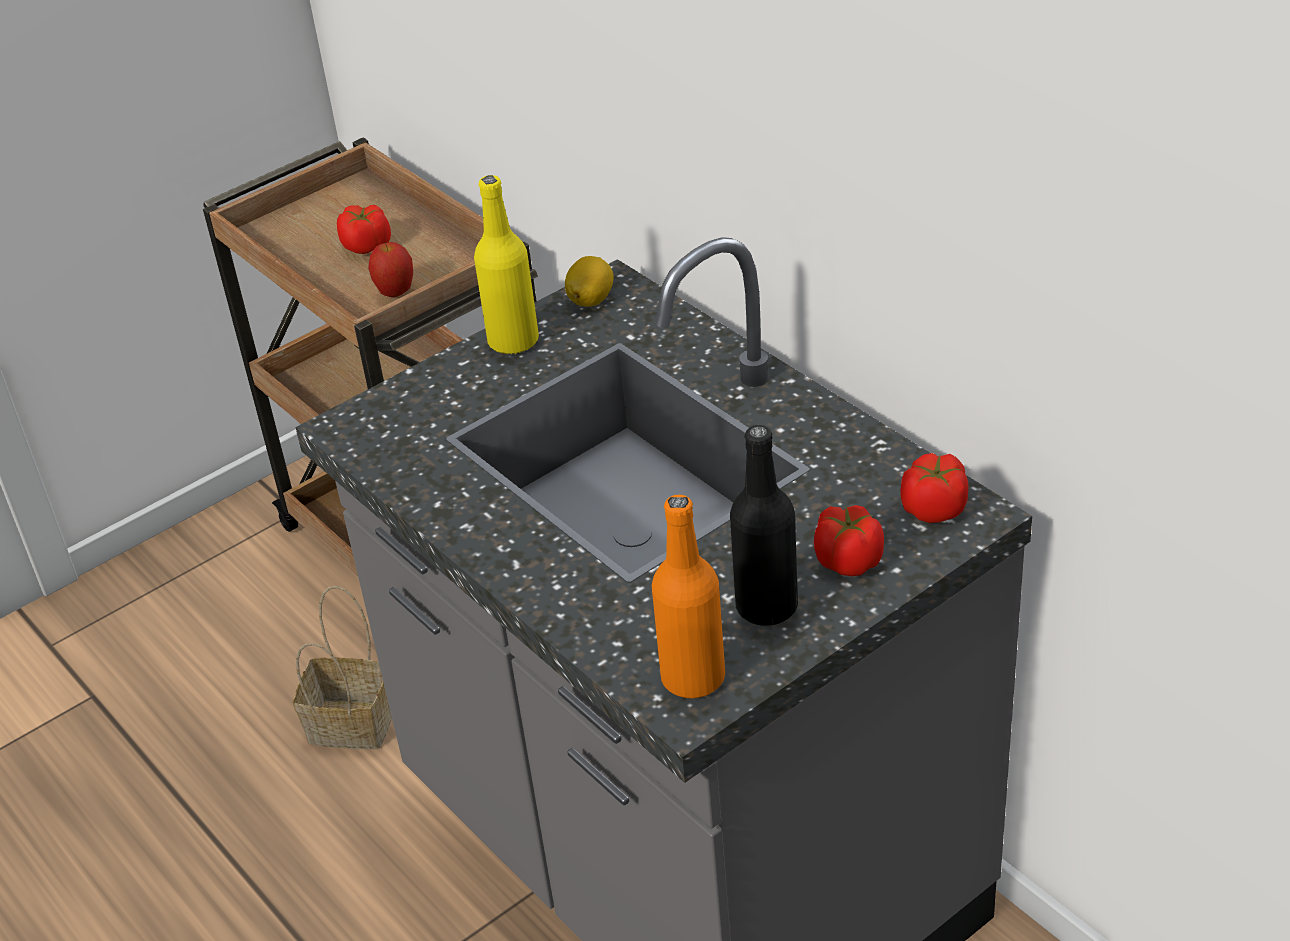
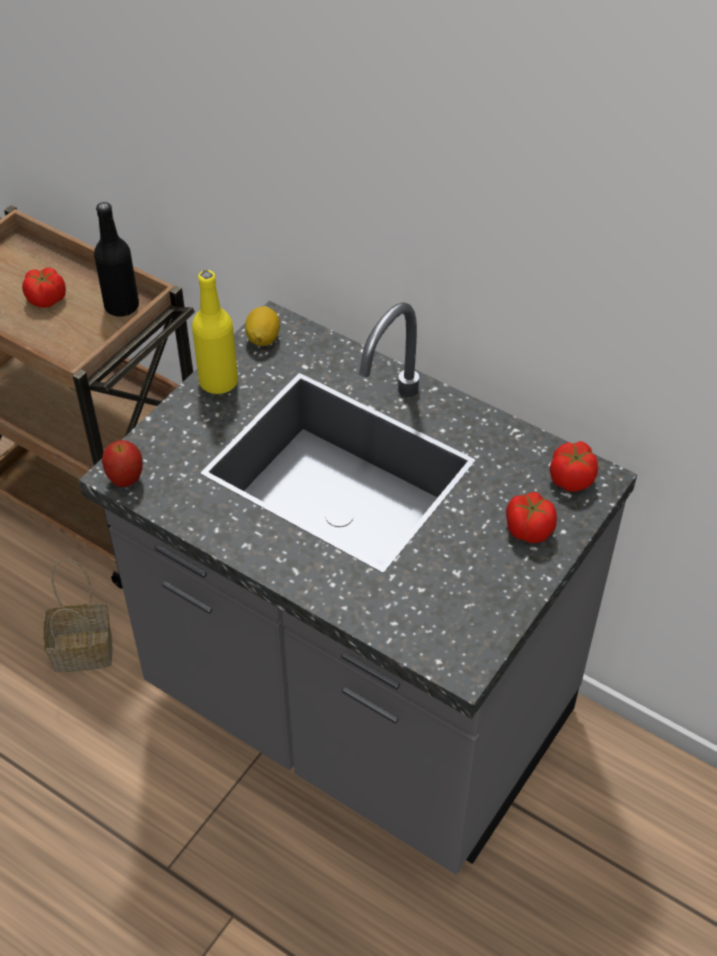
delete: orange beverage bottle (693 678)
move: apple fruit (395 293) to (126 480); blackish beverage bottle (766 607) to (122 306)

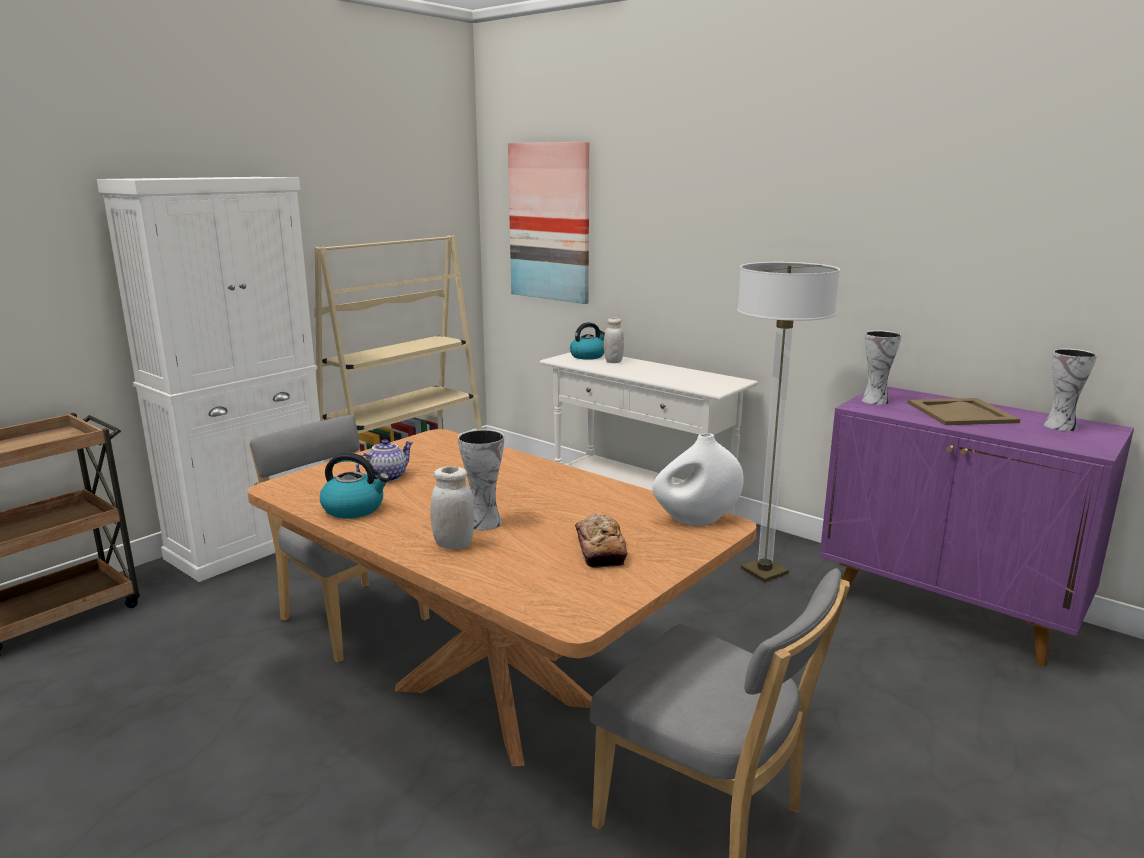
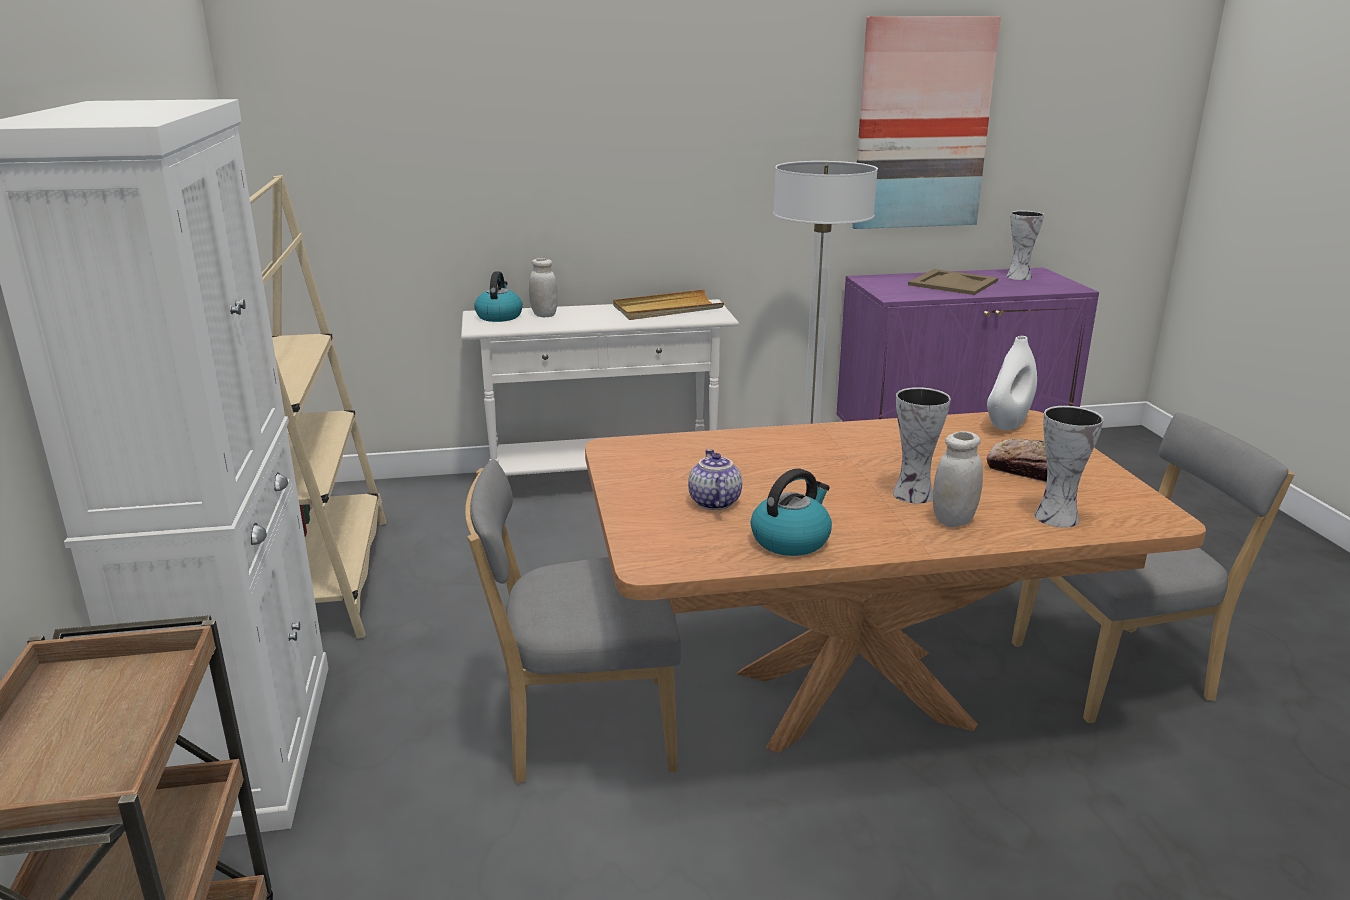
insert: beige-coloured serving tray (667 309)
move: wall picture (550 222) to (922 124); vase (874 400) to (1054 517)

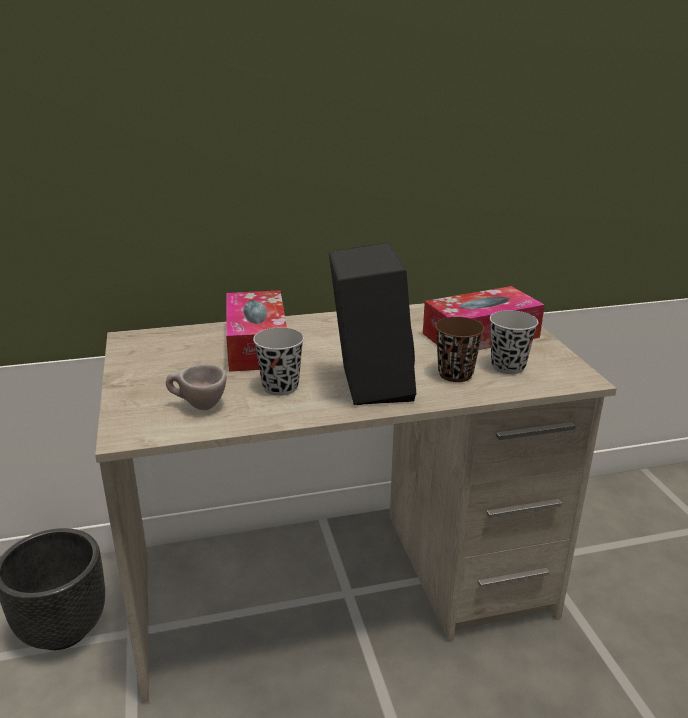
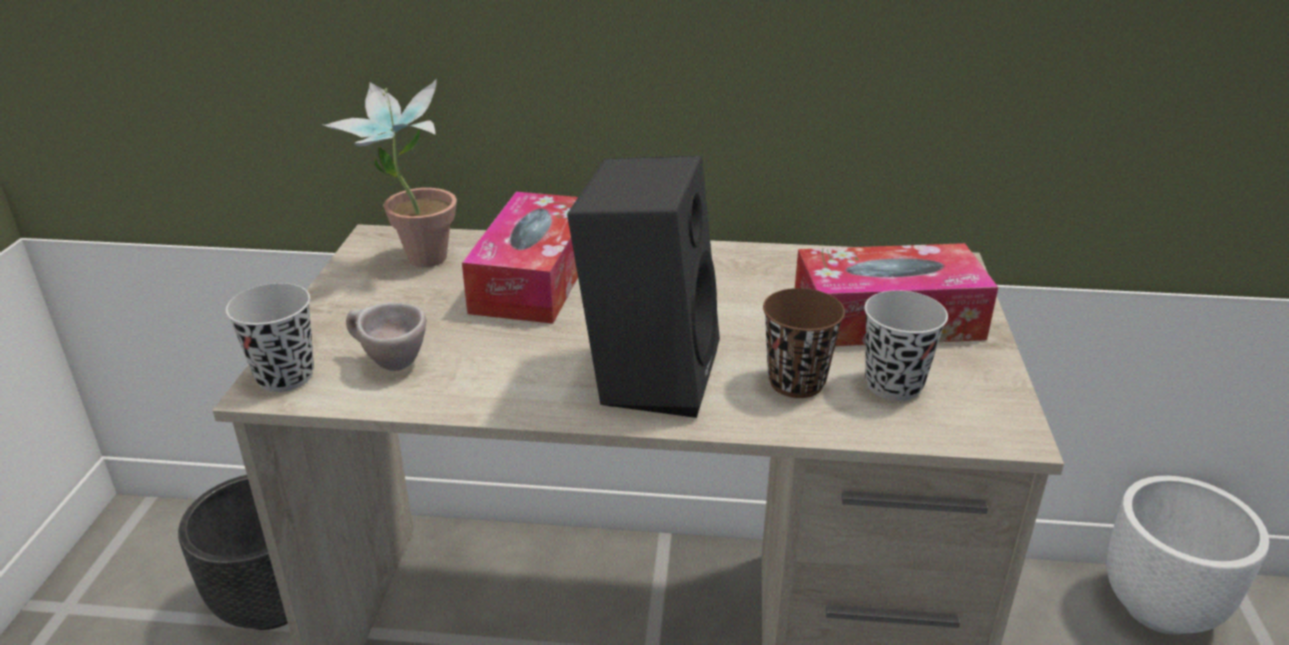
insert: potted plant (413 262); whitish planter (1160 610)
move: blackish small cup (280 387) to (285 376)

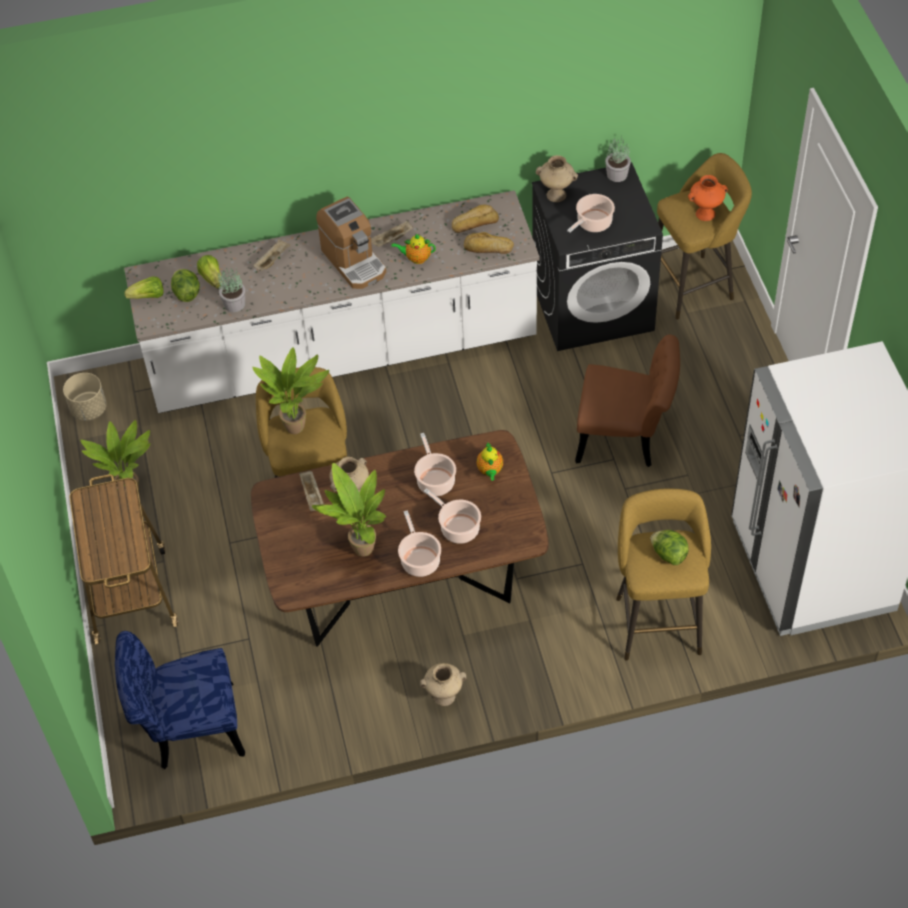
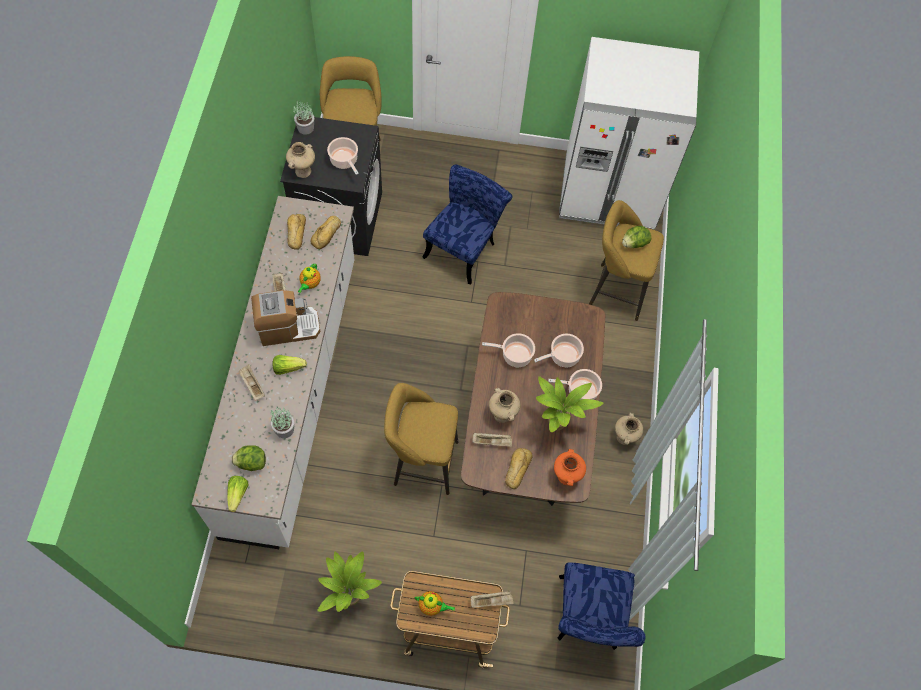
delete: potted plant (297 426); beige-coloured planter (88 409)
insert: baked bread (517 469); beige-coloured serving tray (491 601)
move: orange vase (705 213) to (566 476); head of lettuce (212 278) to (288 368); teapot (490 471) to (432 606)
recolor: brown-coloured upright chair (626 438) to bluish upright chair (464 247)

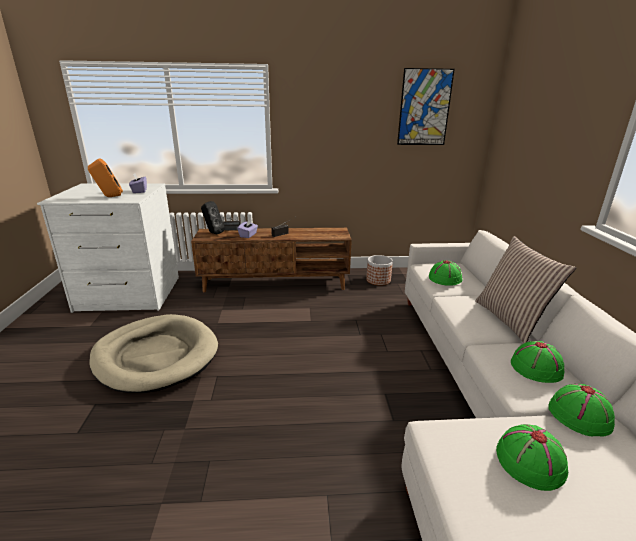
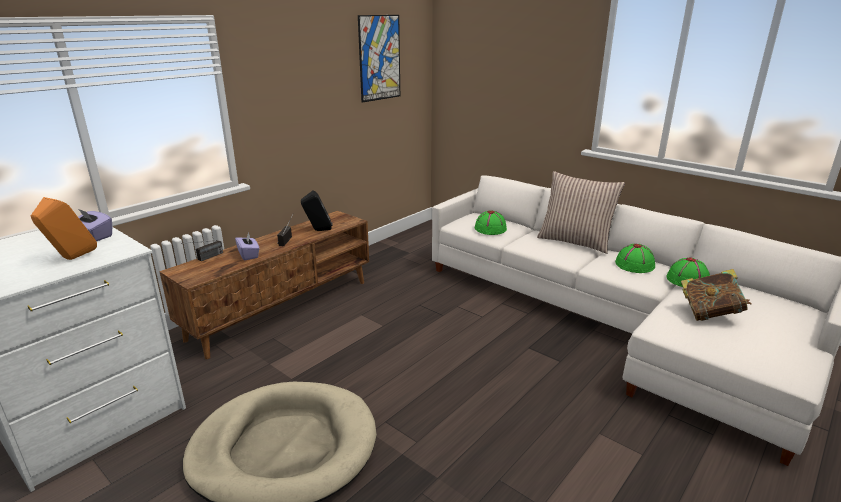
delete: planter (378 280)
move: blackish speaker (213 233) to (318 230)
replace: green clothing hat (529 461) to volume (709 314)

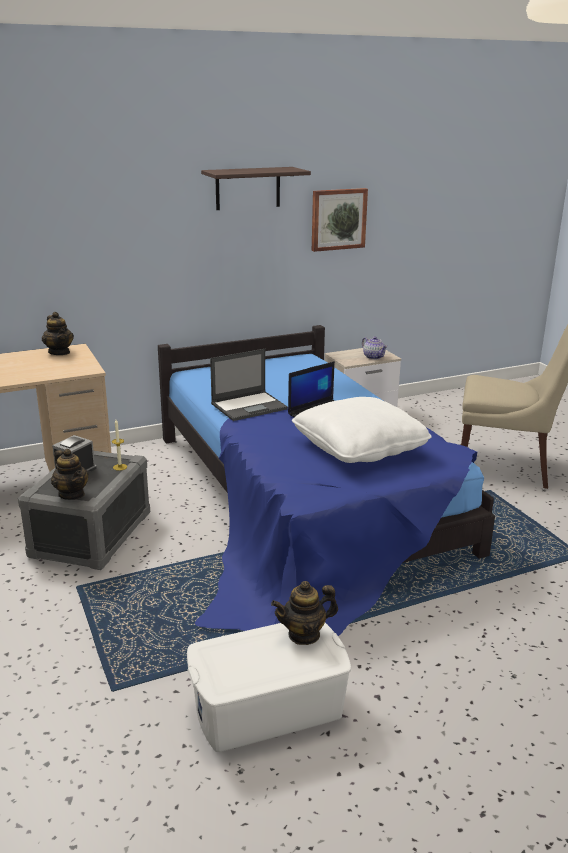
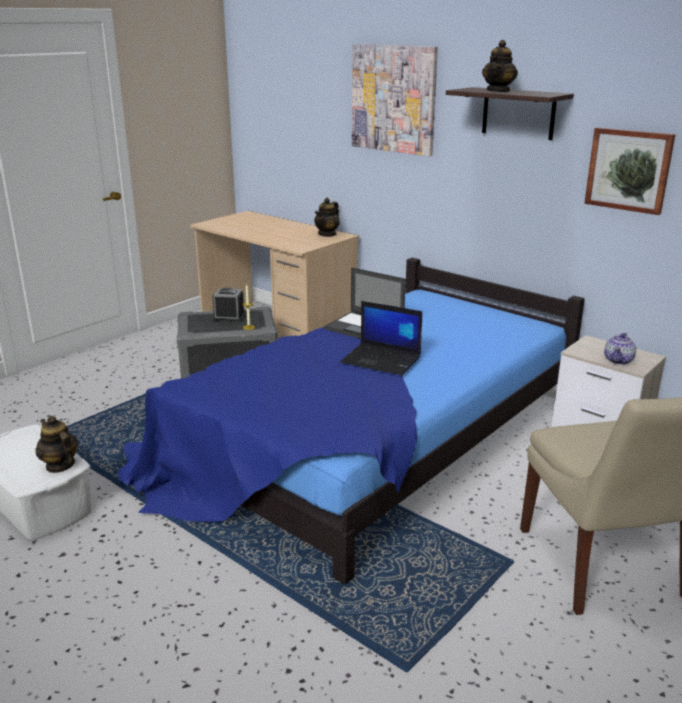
delete: whitish cushion (359 448)
insert: wall picture (393 99)
move: teapot (72 494) to (498 91)

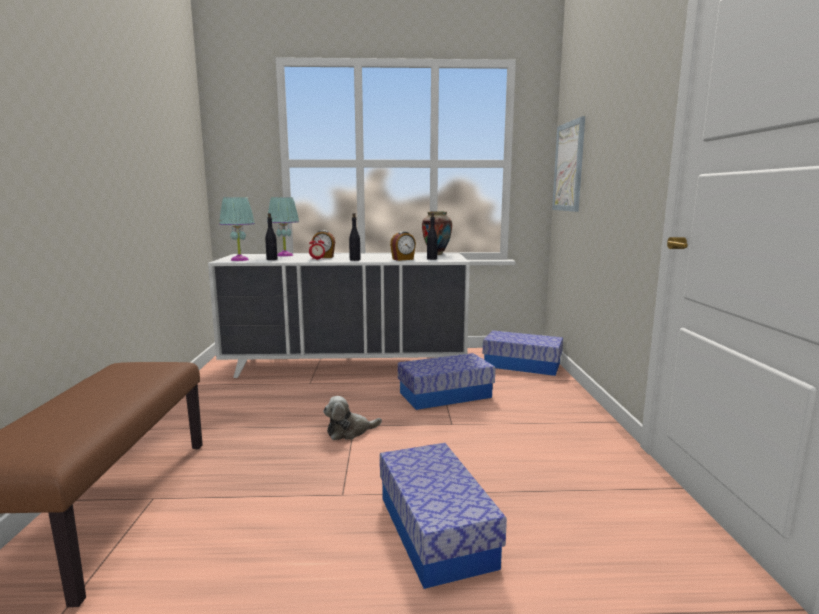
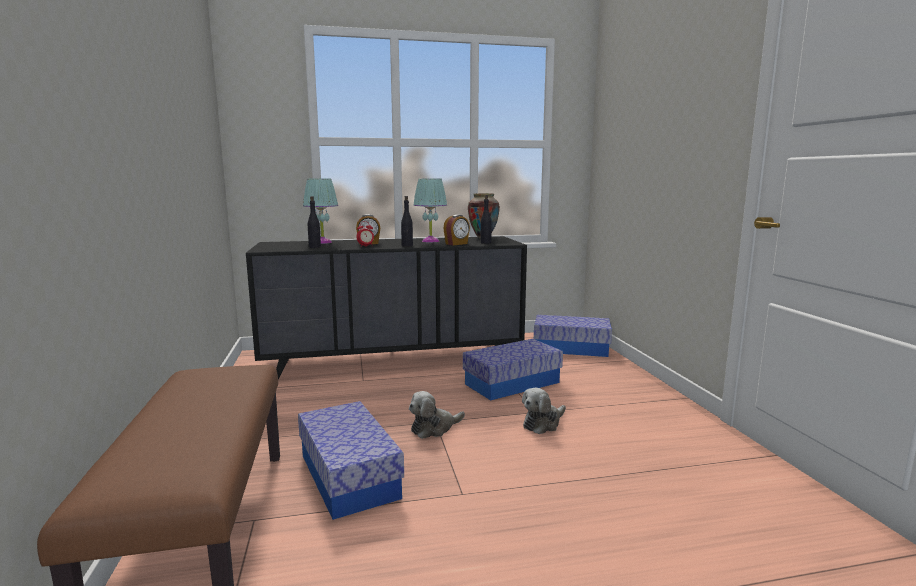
delete: wall picture (568 167)
insert: soft toy (543 423)
move: turquoise lamp for a table (240 260) to (430 241); storage container (435 530) to (349 476)
recolor: whitish chest of drawers (347 366) to blackish chest of drawers (394 360)

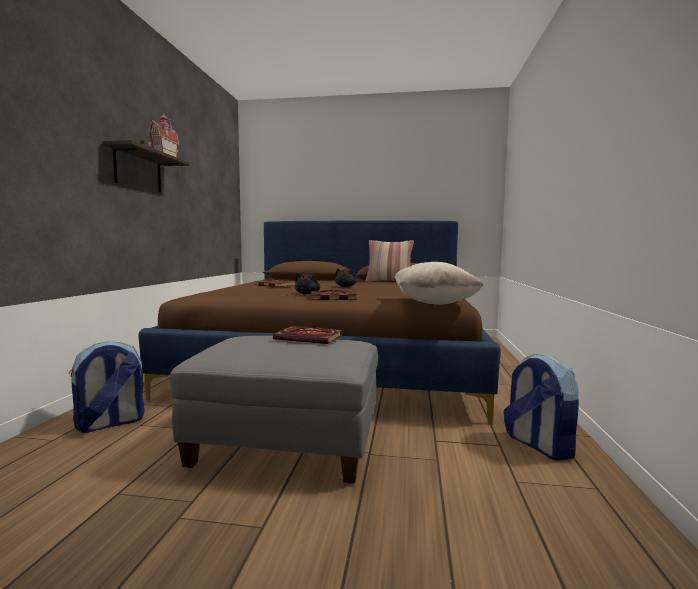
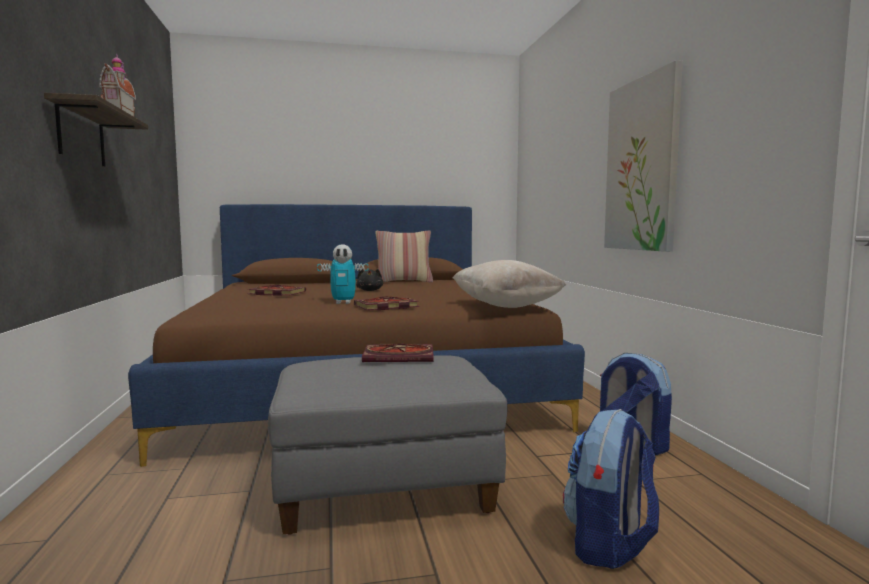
insert: wall picture (642 165)
move: backpack (110 423) to (609 544)
replace: blackish soft toy (307 294) to model robot (343 303)

